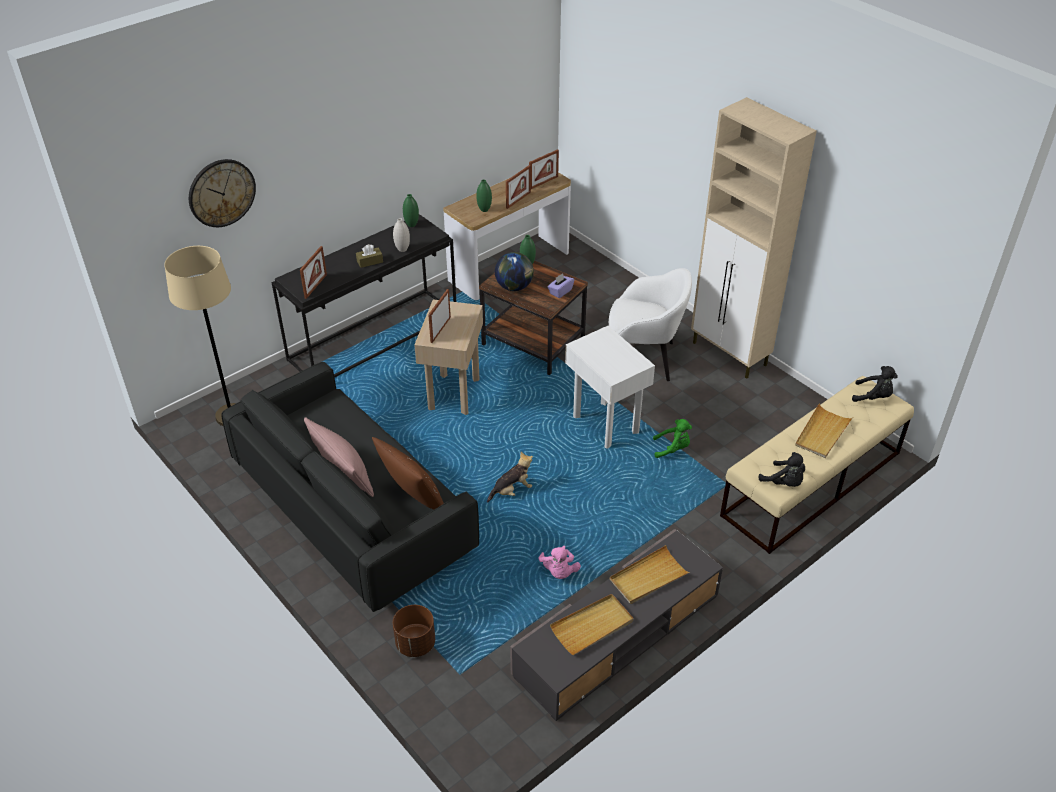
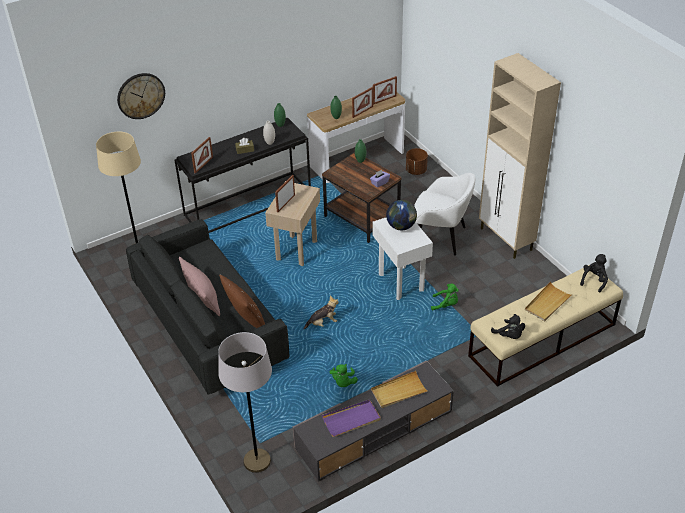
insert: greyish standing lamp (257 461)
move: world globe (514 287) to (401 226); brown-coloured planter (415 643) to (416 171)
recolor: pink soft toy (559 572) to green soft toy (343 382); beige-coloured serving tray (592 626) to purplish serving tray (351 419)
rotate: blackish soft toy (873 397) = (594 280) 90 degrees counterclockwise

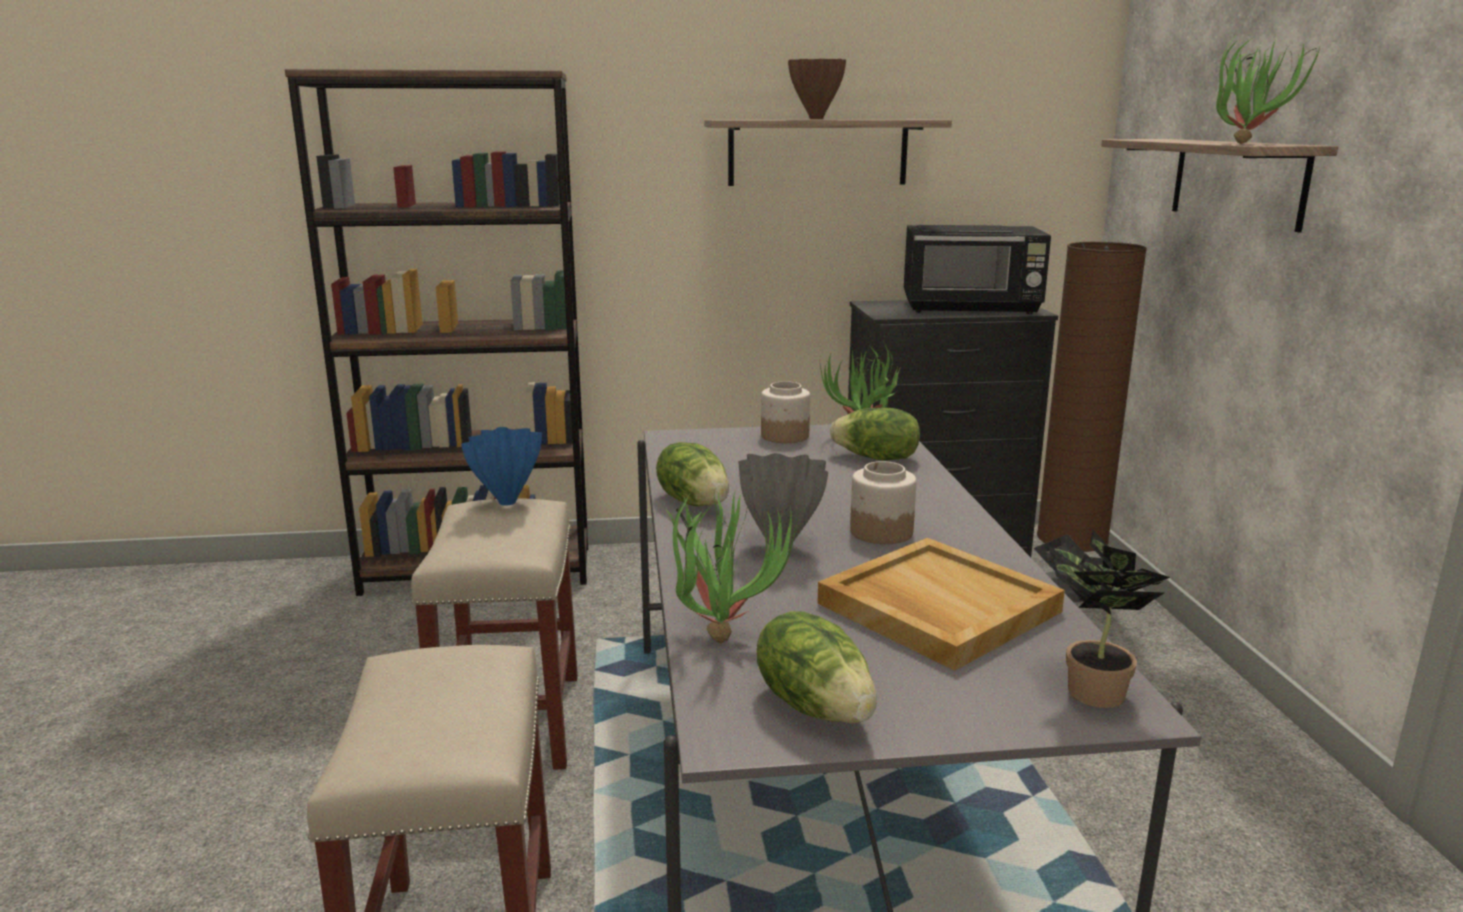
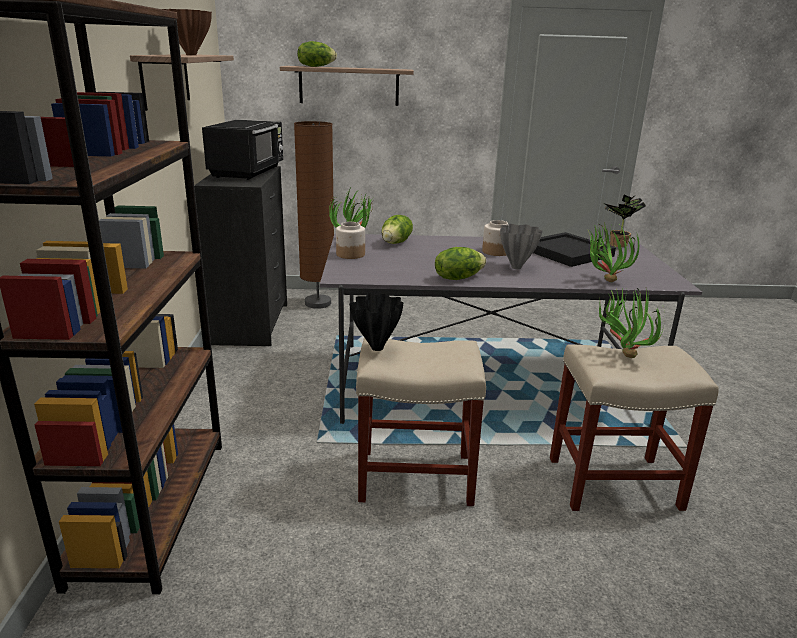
move: potted plant (1246 143) to (622 354); head of lettuce (815 705) to (316 66)
recolor: bluish vase (509 502) to blackish vase (377 347); beige-coloured serving tray (936 607) to blackish serving tray (567 253)

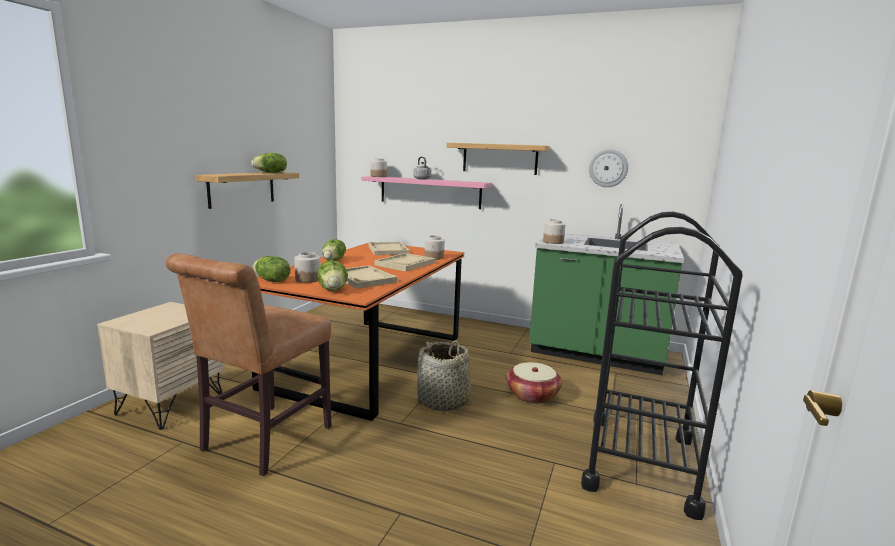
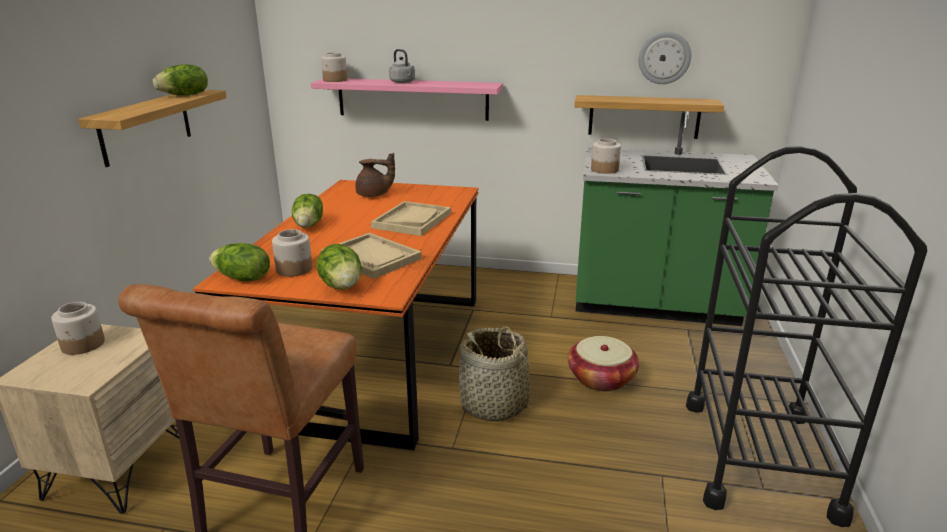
move: wall shelf (499 158) to (644 116); storage jar (434 257) to (83 345)
replace: beige-coloured serving tray (388 250) to brown-coloured teapot (374 195)

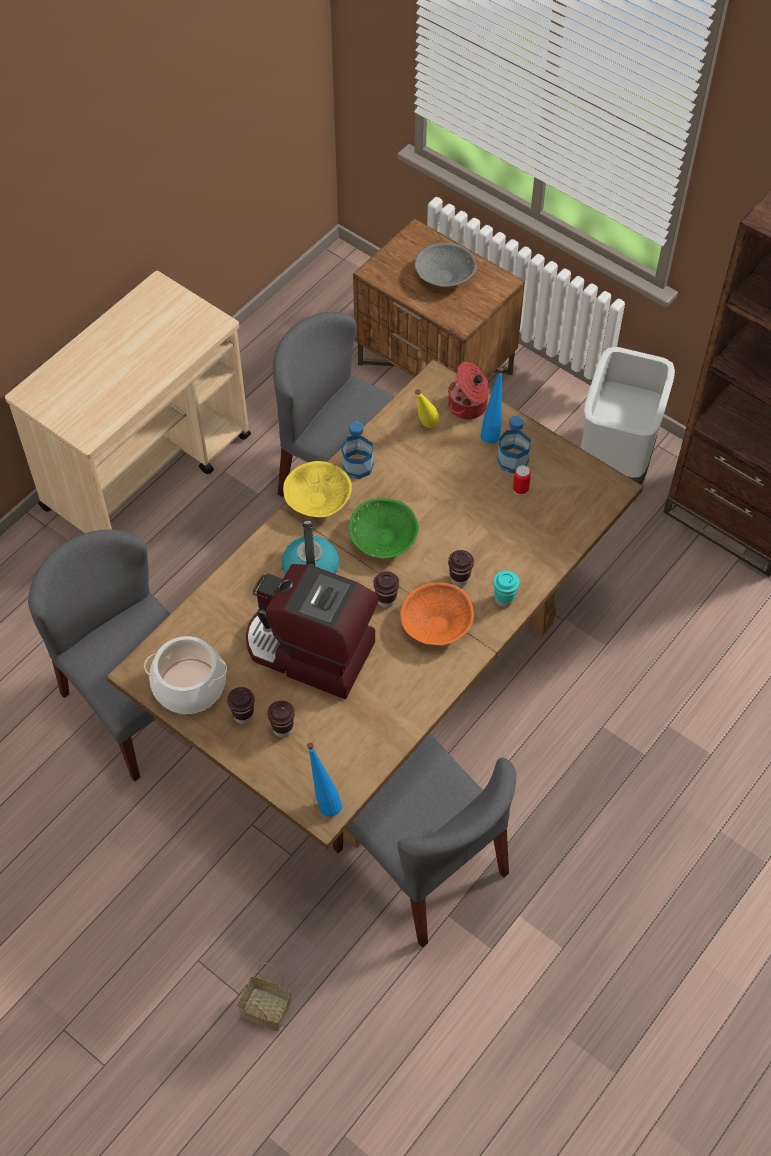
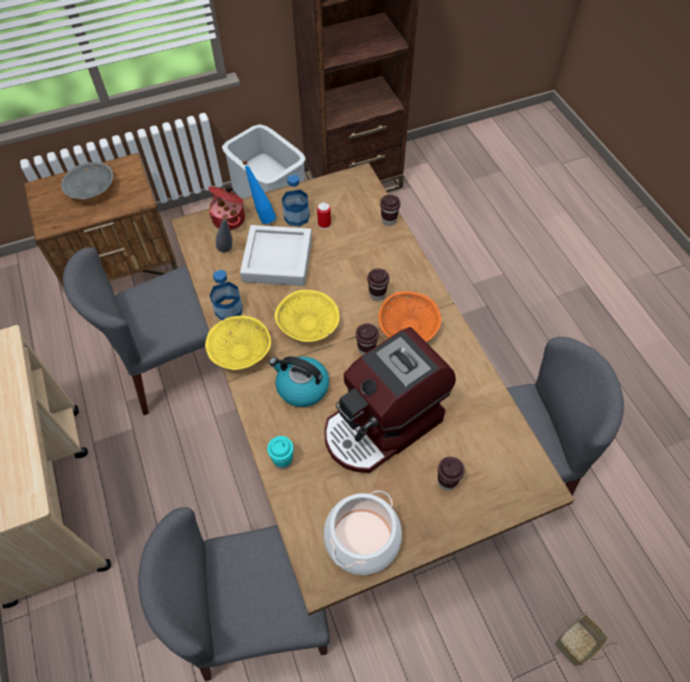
delete: bluish beverage bottle (324 799)
insert: greyish serving tray (277 260)
move: turquoise small cup (504 599) to (283 461); brown-coloured small cup (243 715) to (389 220)
recolor: yellow beverage bottle (424 428) to greyish beverage bottle (228 253); green deep dish (383 539) to yellow deep dish (309 325)

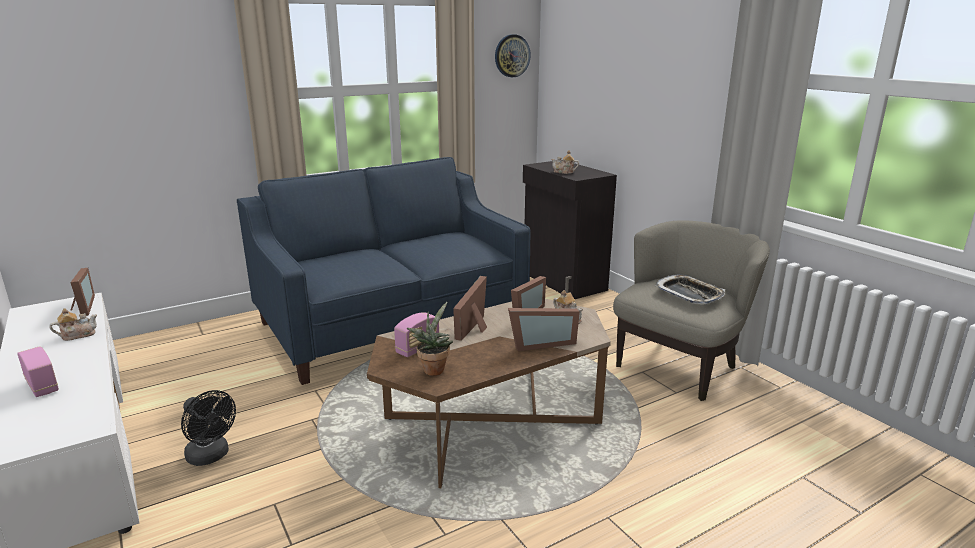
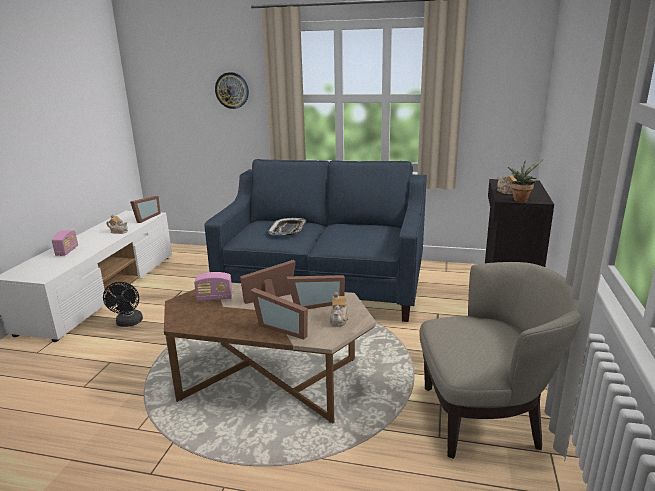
move: hanging clock (512 56) to (232 90); serving tray (689 294) to (288 230); potted plant (433 369) to (521 199)

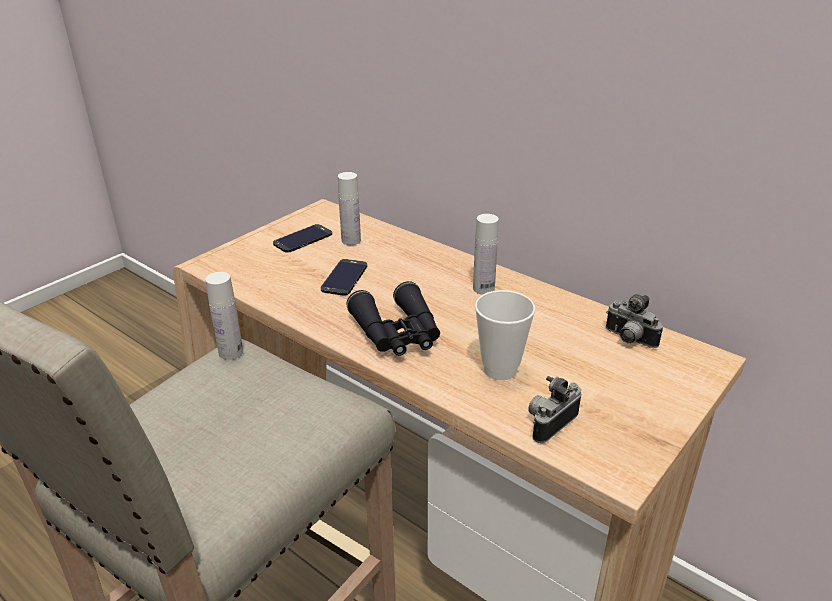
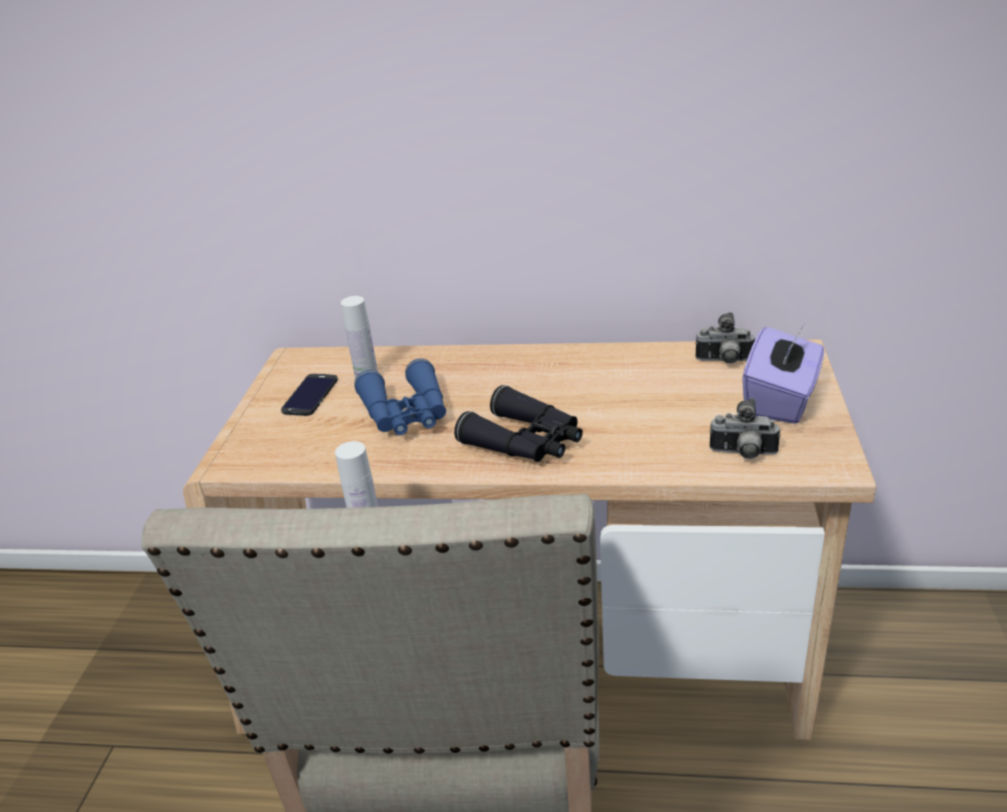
delete: whitish beverage bottle (483 288); small cup (500 369)
insert: purplish tissue holder (781 400)
replace: handset (344 277) to bluish pair of binoculars (406 414)
rotate: photo camera (549 423) = (743 454) 90 degrees counterclockwise

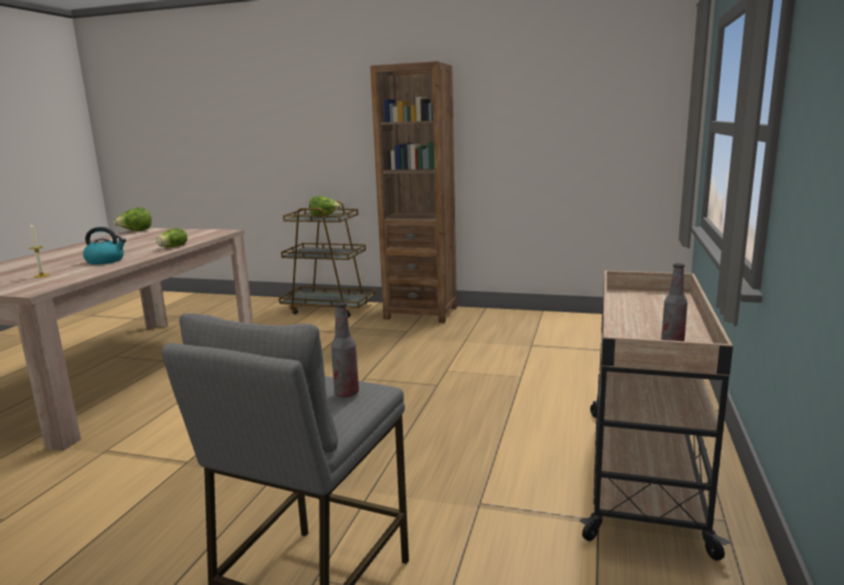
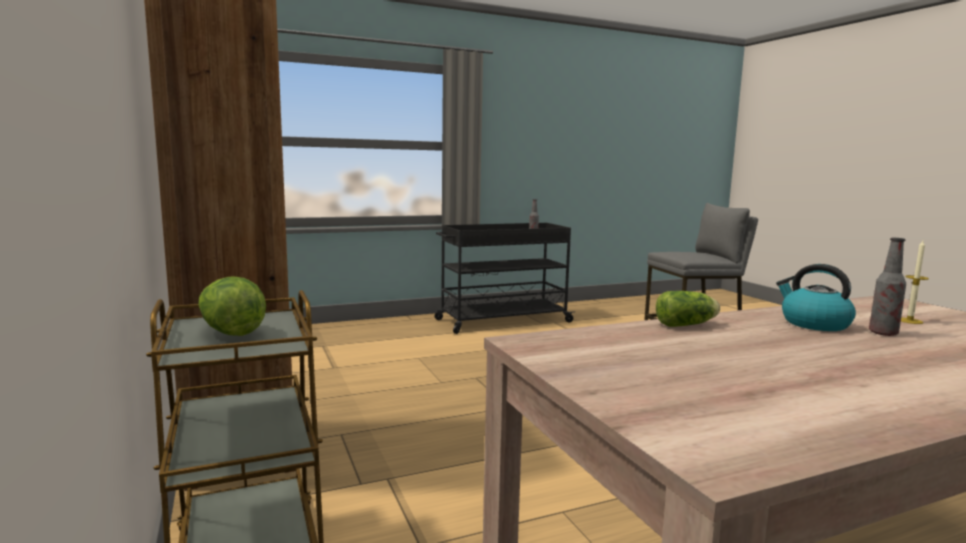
delete: head of lettuce (136 231)
move: beverage bottle (346 393) to (883 333)
recolor: beige-coloured cart (642 471) to blackish cart (502 321)

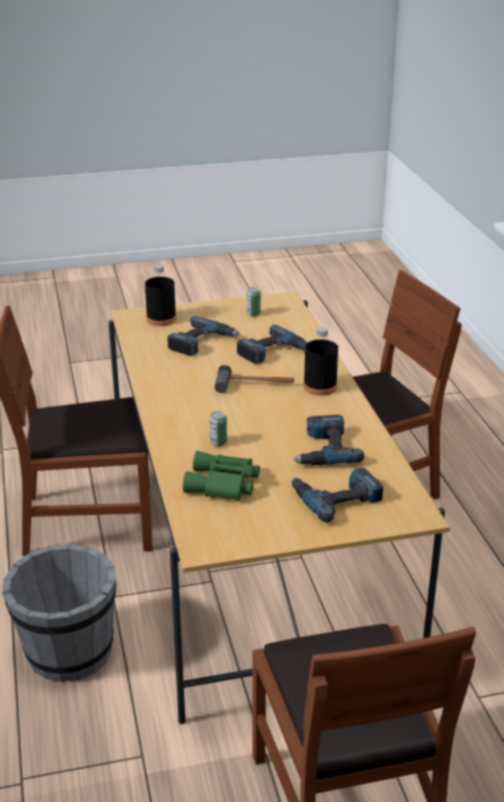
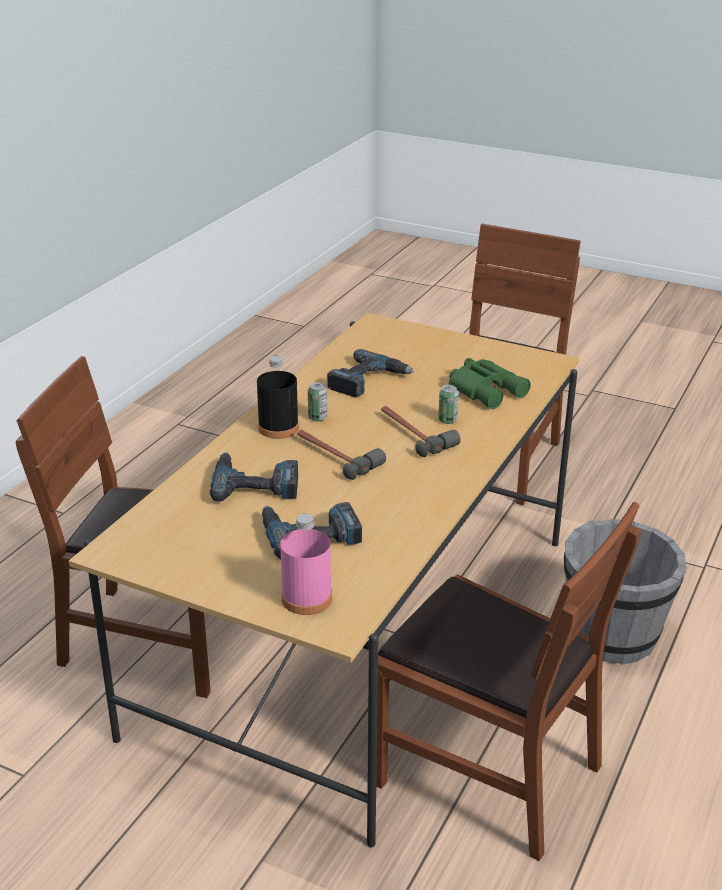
delete: drill (336 497)
insert: hammer (413 434)
move: metal can (253 314) to (317 417)
recolor: blackish beverage bottle (161 319) to pink beverage bottle (306 598)

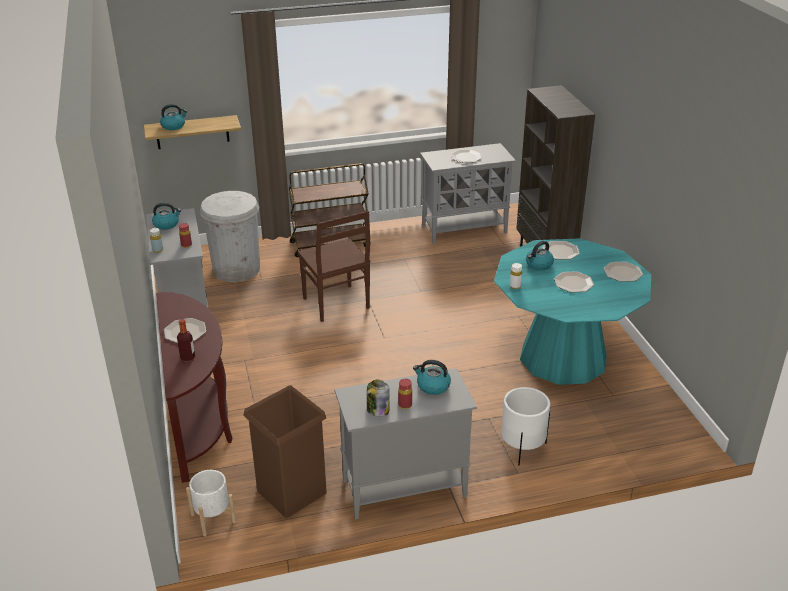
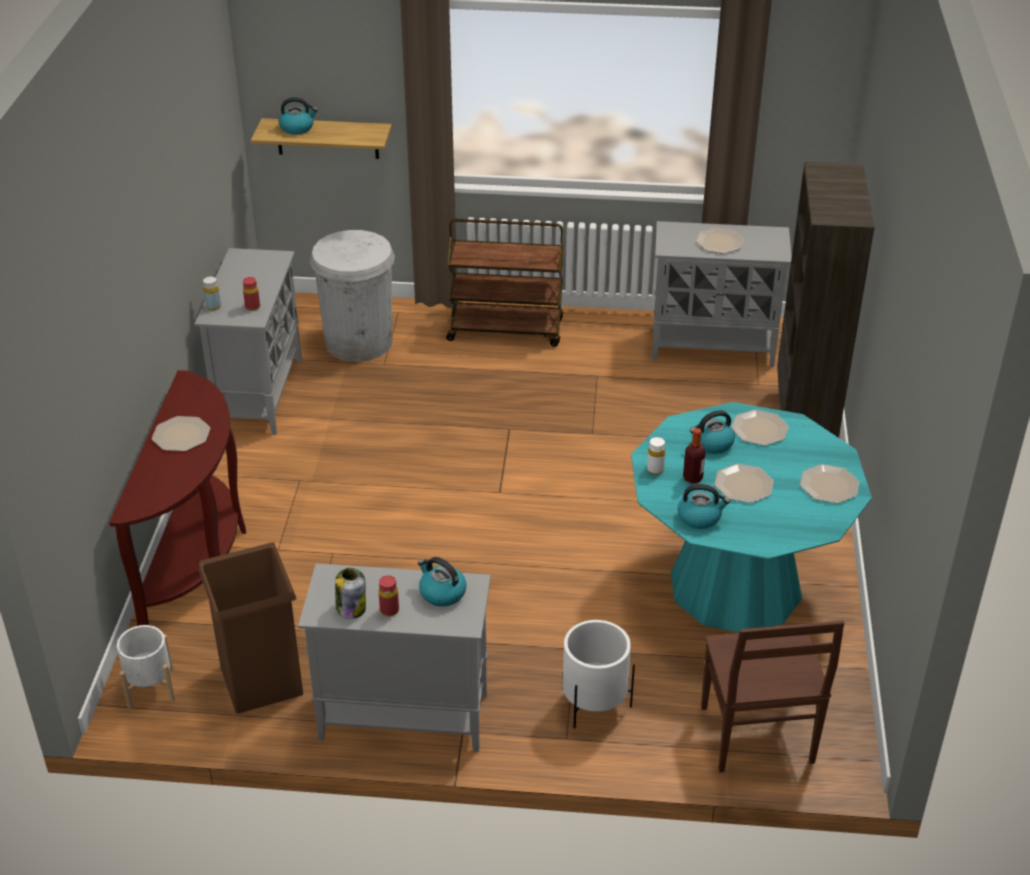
move: tea kettle (166 224) to (700 517); brown-coloured upright chair (337 304) to (757 737); beverage bottle (188 358) to (692 478)

